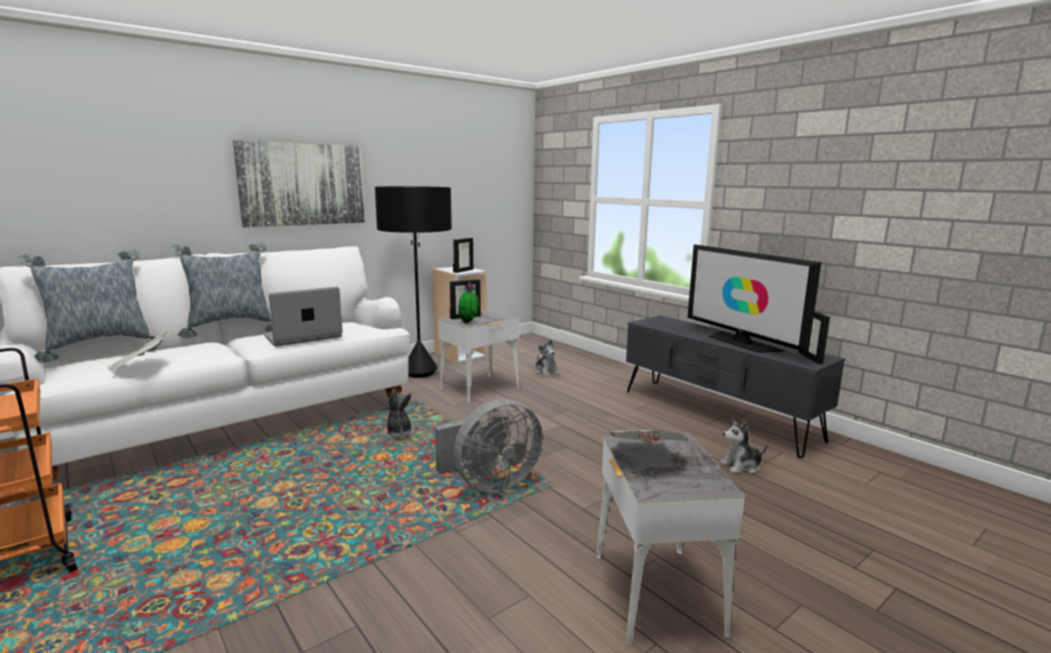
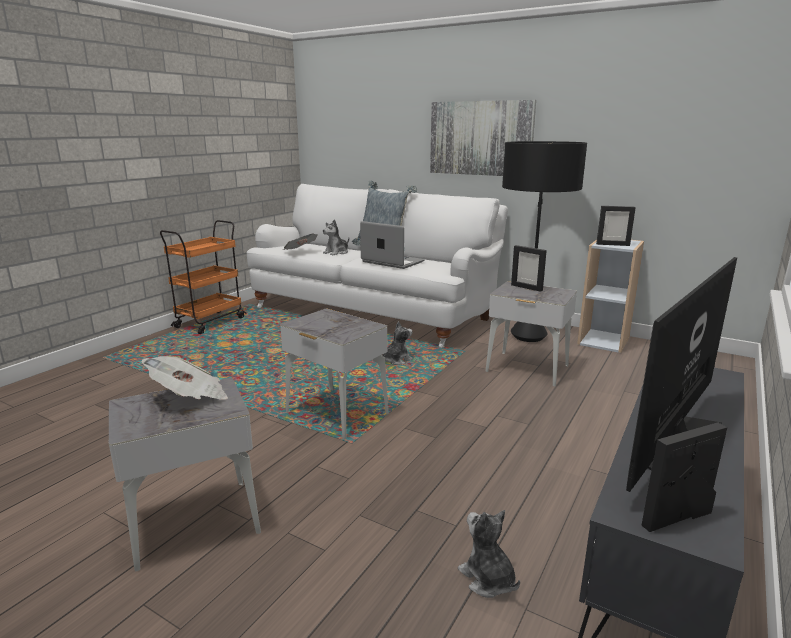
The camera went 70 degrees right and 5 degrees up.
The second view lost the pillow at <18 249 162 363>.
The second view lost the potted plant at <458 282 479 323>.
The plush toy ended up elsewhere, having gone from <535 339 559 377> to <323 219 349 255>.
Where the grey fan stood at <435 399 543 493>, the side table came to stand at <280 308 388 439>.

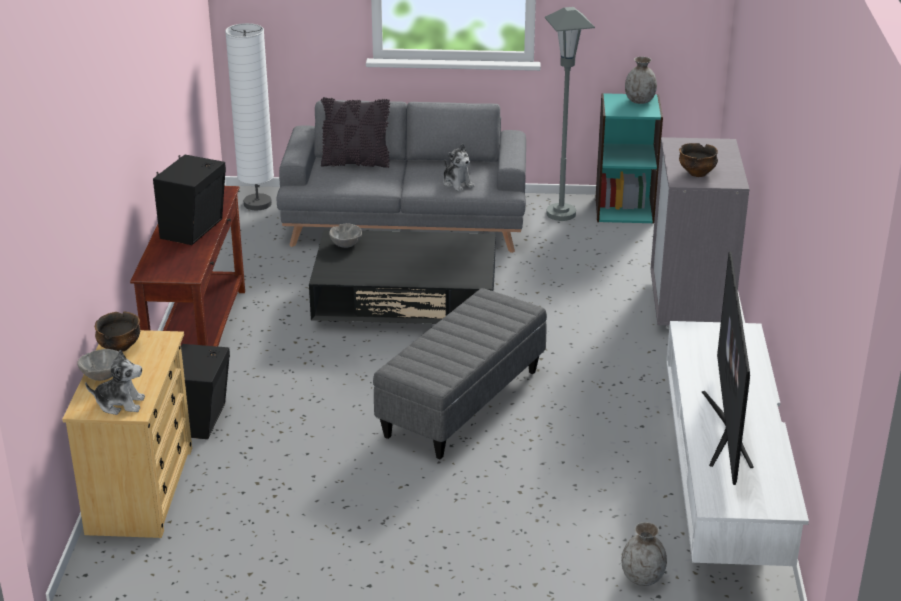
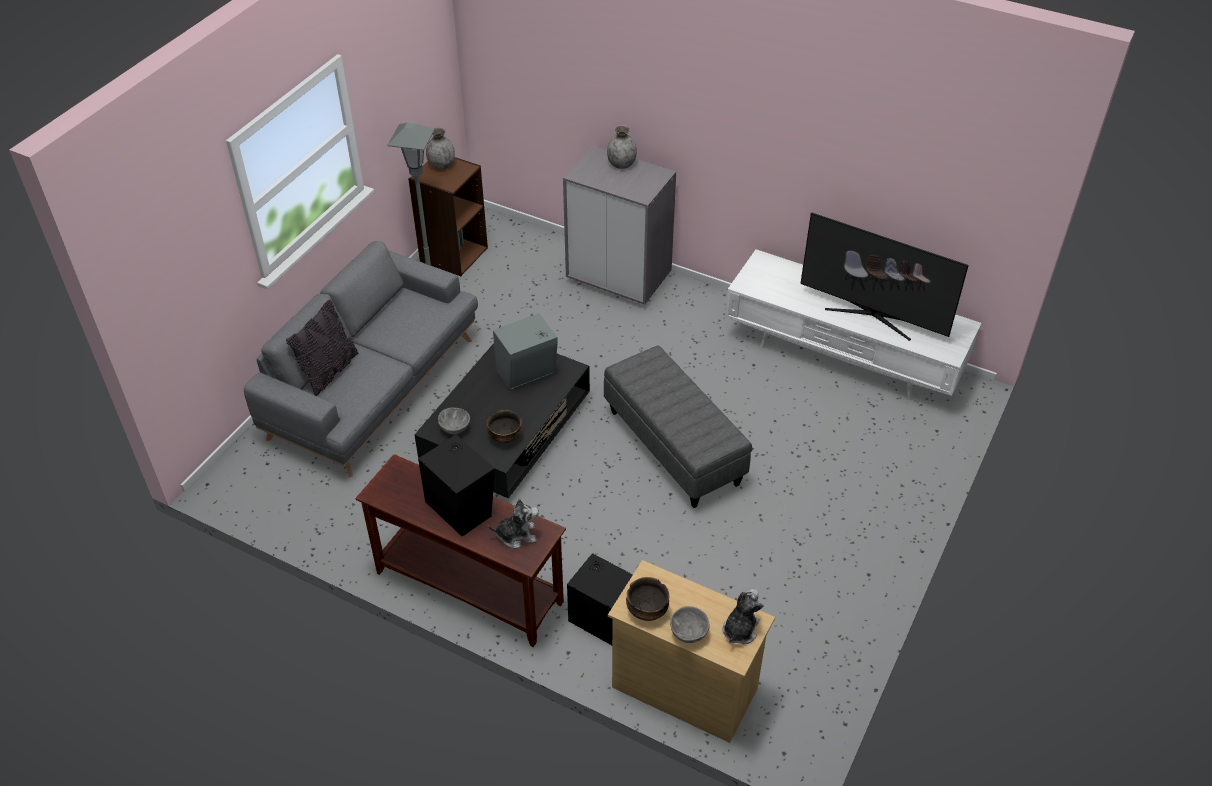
The camera went 65 degrees left and 15 degrees up.
The second view lost the white floor lamp at <225 23 274 210>.
What was the turquoise bookcase at <596 93 663 224> turned into the brown bookcase at <408 157 488 276>.
The plush toy ended up elsewhere, having gone from <443 143 475 192> to <488 499 539 548>.
The bowl ended up elsewhere, having gone from <679 143 718 177> to <487 410 523 443>.
The grey vase ended up elsewhere, having gone from <621 522 667 586> to <607 125 637 169>.
The second view gained the grey speaker at <493 313 558 390>.

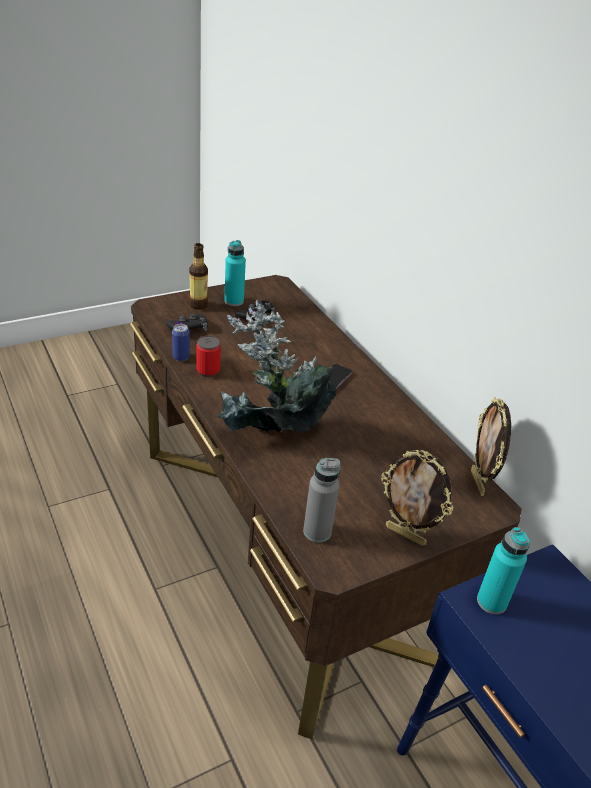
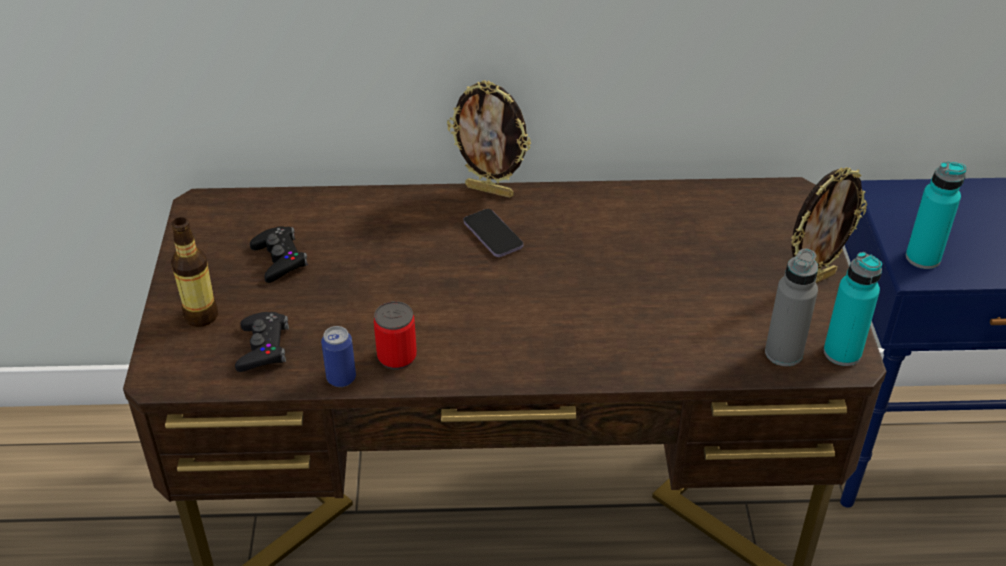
The camera went 60 degrees left and 5 degrees up.
The turquoise bottle ended up elsewhere, having gone from <224 240 246 306> to <824 252 882 366>.
The second view lost the potted plant at <213 300 337 433>.
The picture frame ended up elsewhere, having gone from <471 397 511 496> to <447 80 531 198>.

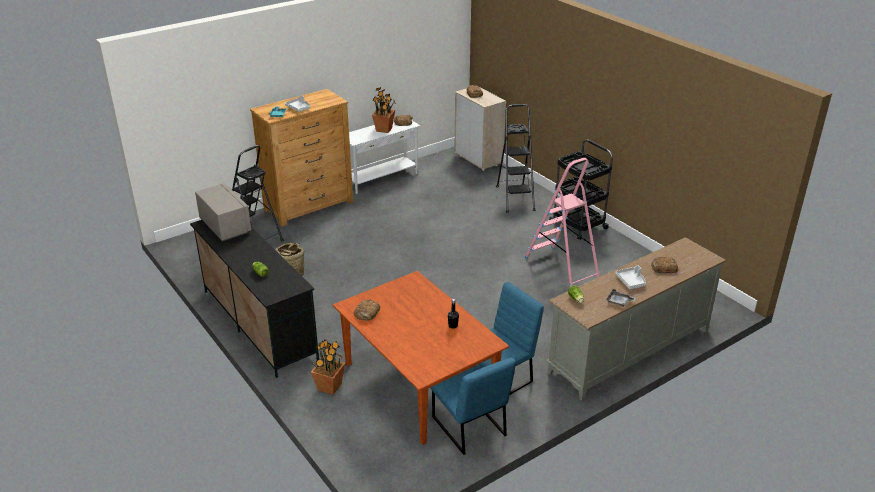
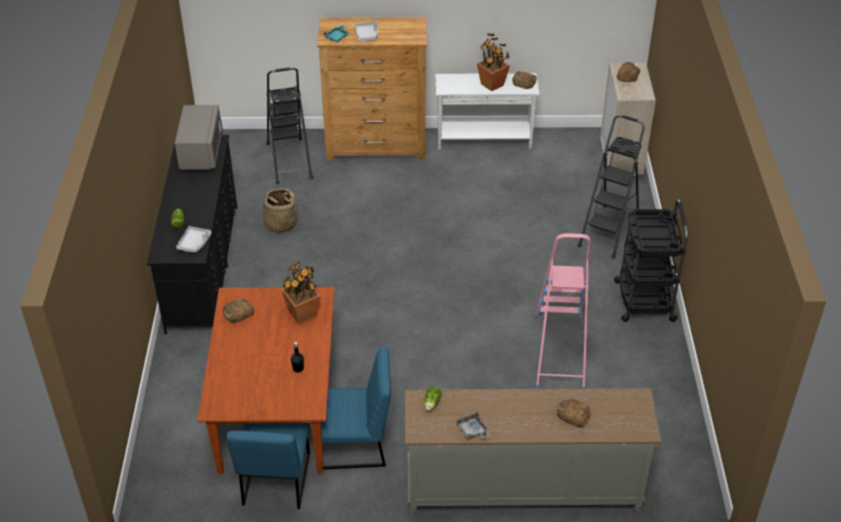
The camera went 35 degrees right and 10 degrees up.
The grey tray ended up elsewhere, having gone from <615 266 646 289> to <176 226 212 253>.
The potted plant ended up elsewhere, having gone from <311 340 345 395> to <281 262 321 324>.

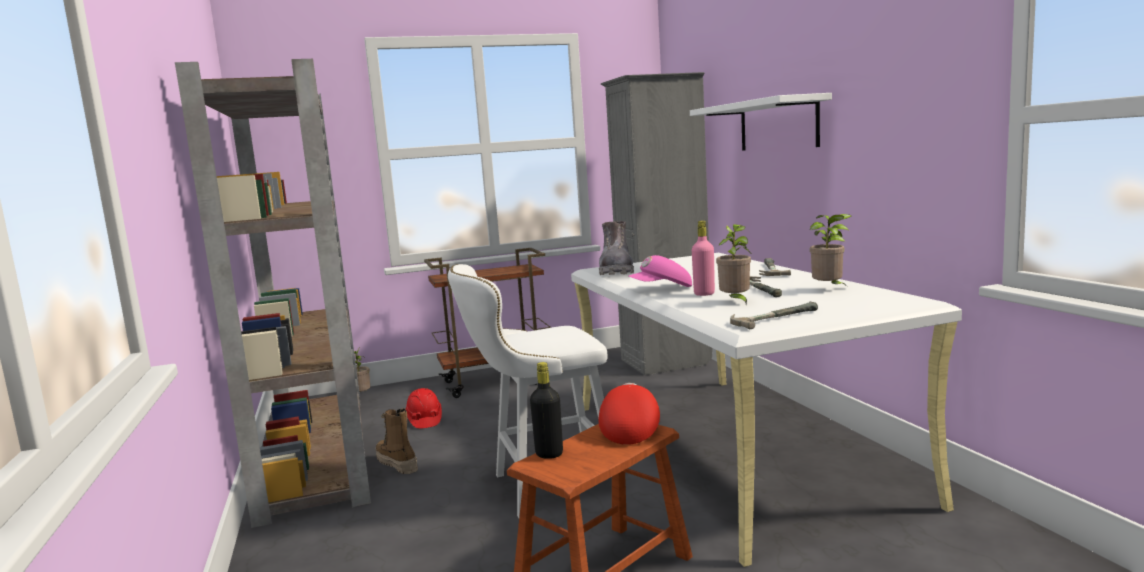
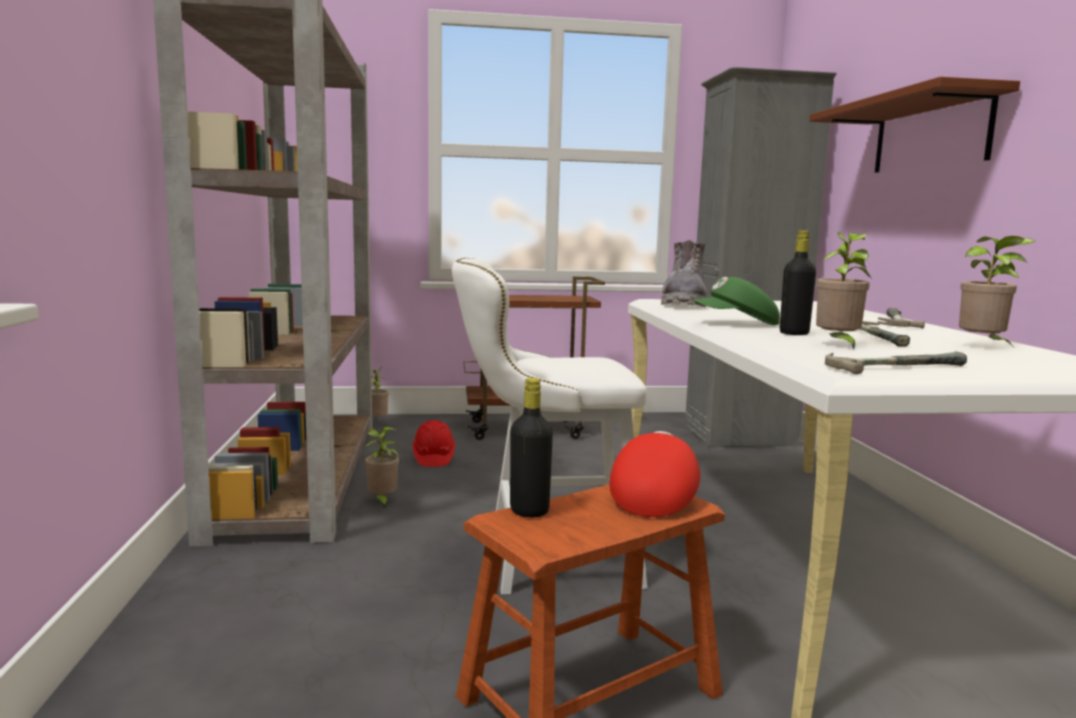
The camera went 10 degrees right and 0 degrees up.
What was the white shelf at <690 93 832 151> turned into the brown shelf at <809 77 1020 173>.
What was the pink bottle at <692 221 715 296> turned into the black bottle at <780 230 816 335>.
What was the pink cap at <629 255 692 287> turned into the green cap at <692 277 780 325>.
Where the boot stood at <375 408 418 474>, the potted plant came to stand at <363 427 399 509>.

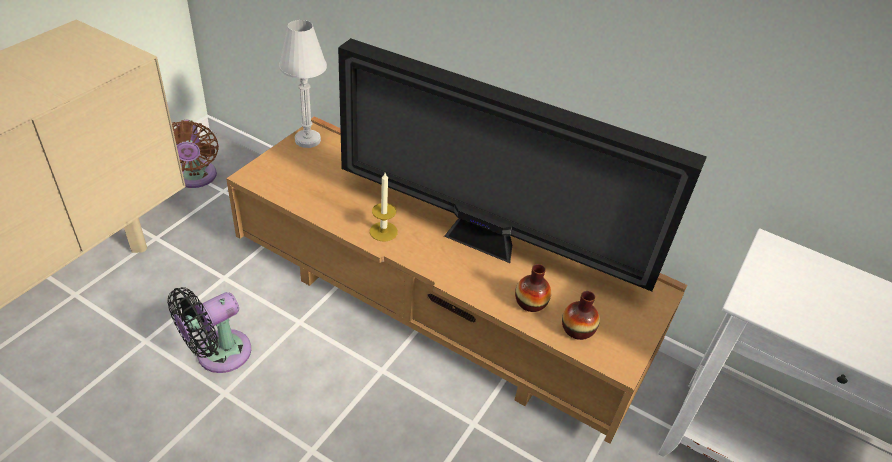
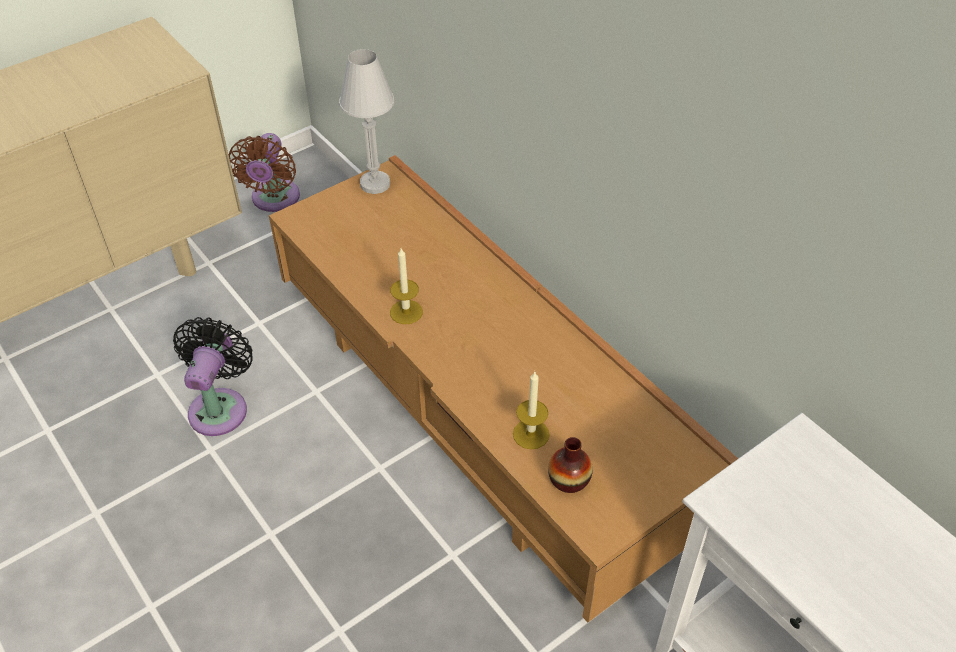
The camera went 25 degrees right and 5 degrees up.
The second view lost the television at <338 38 707 292>.
Where the vase stood at <515 264 551 312>, the candle came to stand at <513 372 550 450>.
The black fan at <167 287 251 373> ended up facing another way, 120 degrees clockwise from before.

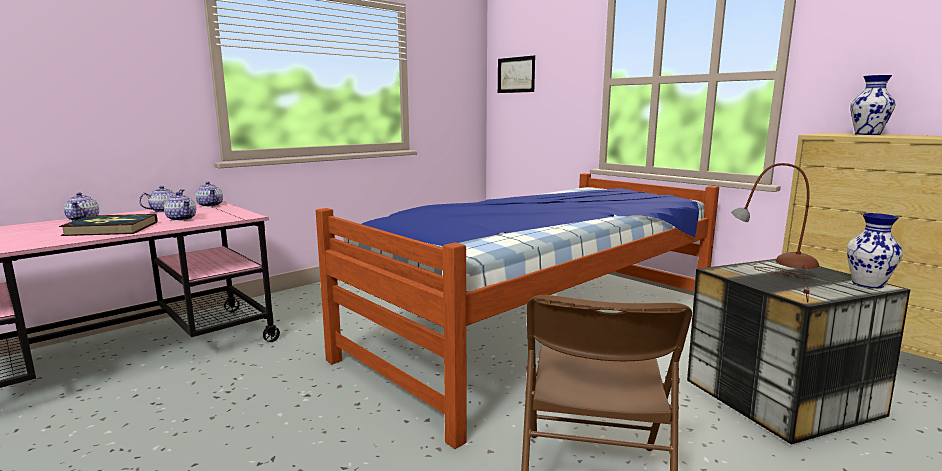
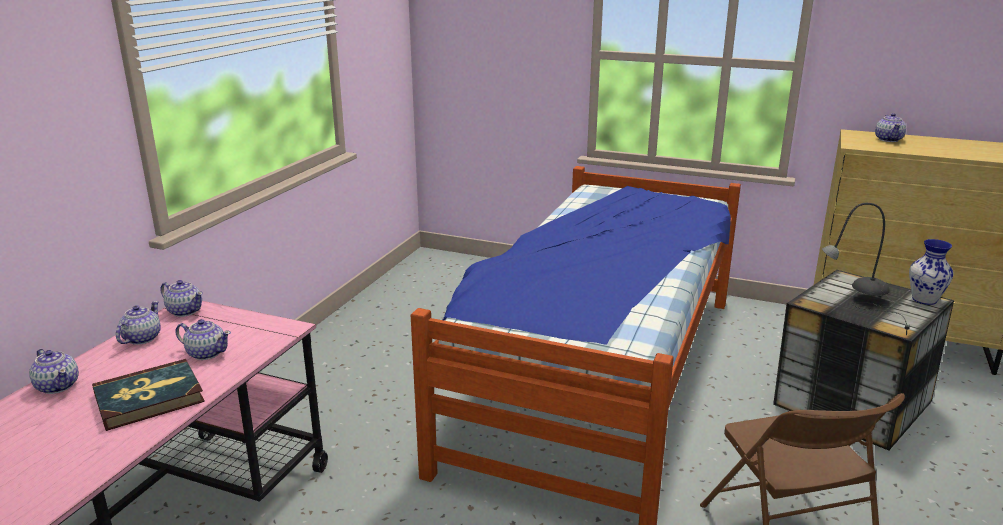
The camera went 25 degrees left and 10 degrees up.
The second view lost the picture at <498 55 535 93>.
Where the vase stood at <850 75 896 135>, the teapot came to stand at <875 113 906 142>.
What was the brown table lamp at <731 163 819 302> turned into the grey table lamp at <822 203 910 336>.

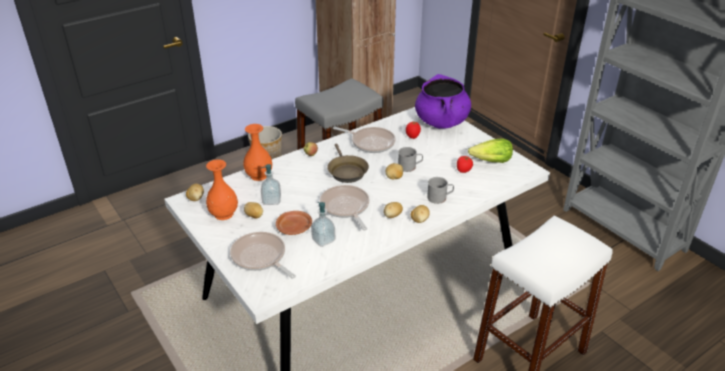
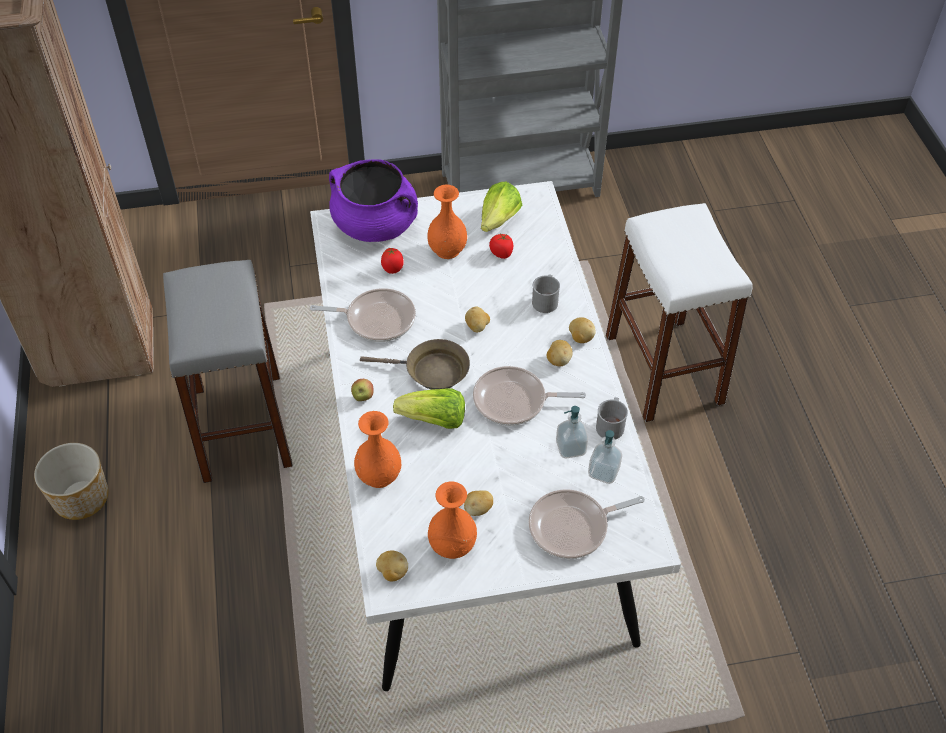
The camera went 65 degrees left and 15 degrees up.
The frying pan at <333 127 396 153> ended up facing another way, 45 degrees clockwise from before.
The grey mug ended up elsewhere, having gone from <398 147 423 172> to <596 397 628 439>.
The soap dispenser ended up elsewhere, having gone from <261 164 281 205> to <588 430 622 484>.
The second view lost the brown plate at <276 211 312 235>.
The second view gained the orange vase at <427 185 467 259>.
The second view gained the lettuce at <393 389 465 429>.

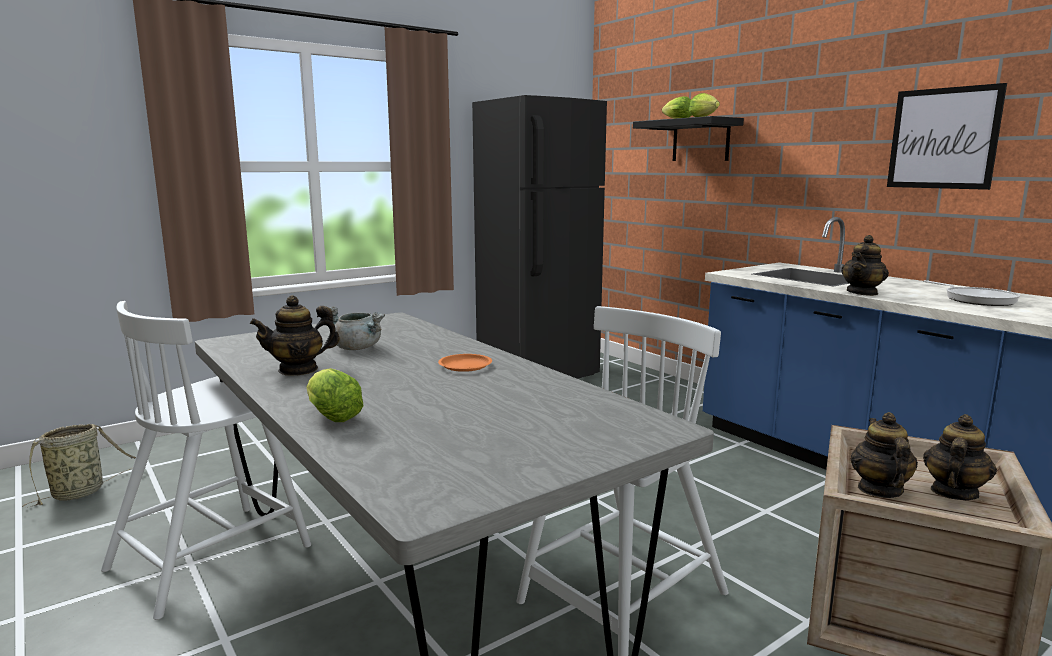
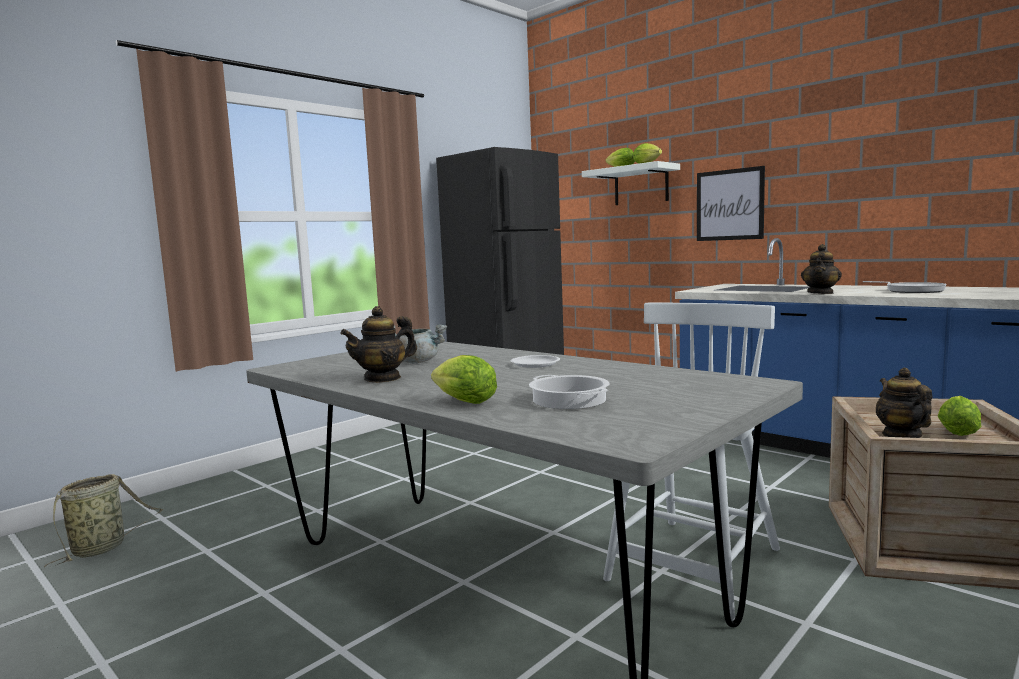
The camera went 10 degrees left and 5 degrees down.
The picture ended up elsewhere, having gone from <887 83 1007 190> to <697 166 765 241>.
What was the black shelf at <633 116 744 161> turned into the white shelf at <582 161 680 205>.
The second view lost the white chair at <101 301 311 620>.
What was the orange plate at <438 354 492 372> turned into the white plate at <511 355 560 368>.
Where the teapot stood at <923 414 997 500>, the lettuce came to stand at <938 396 981 436>.
The second view gained the cooking pot at <529 375 609 409>.

